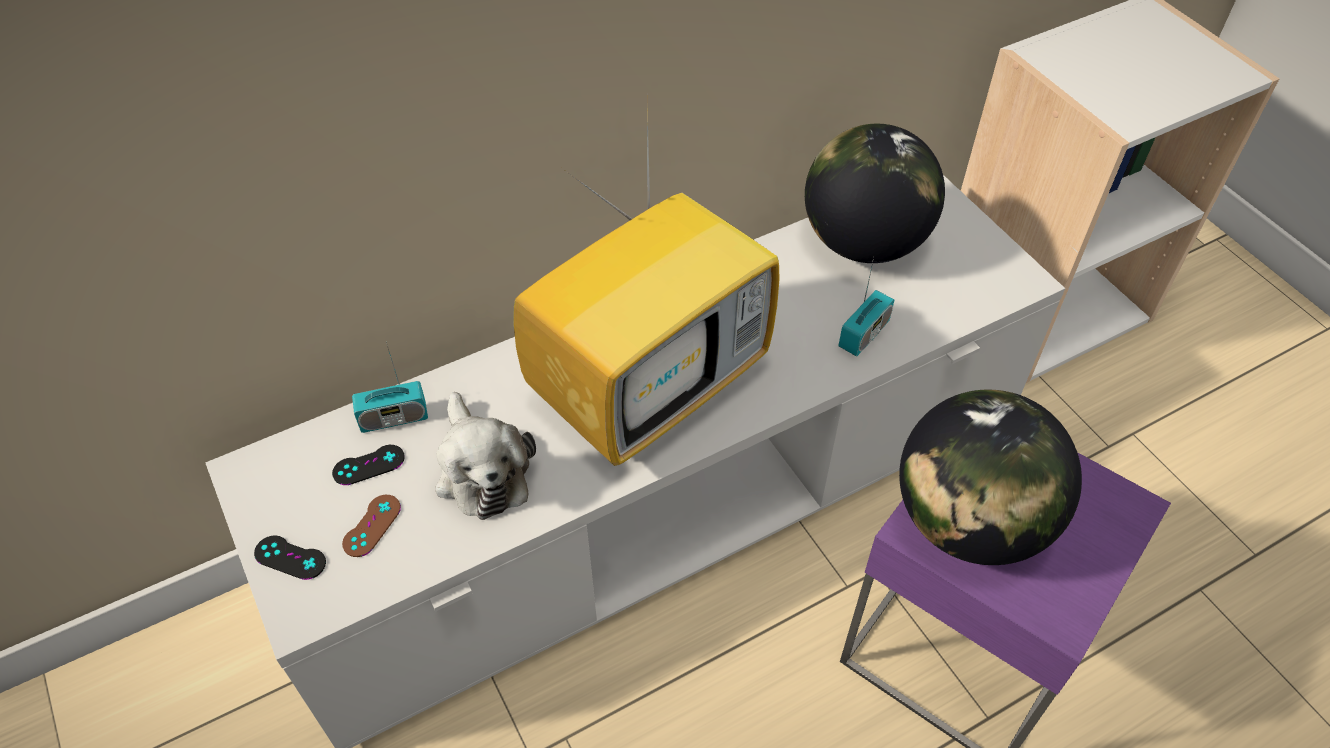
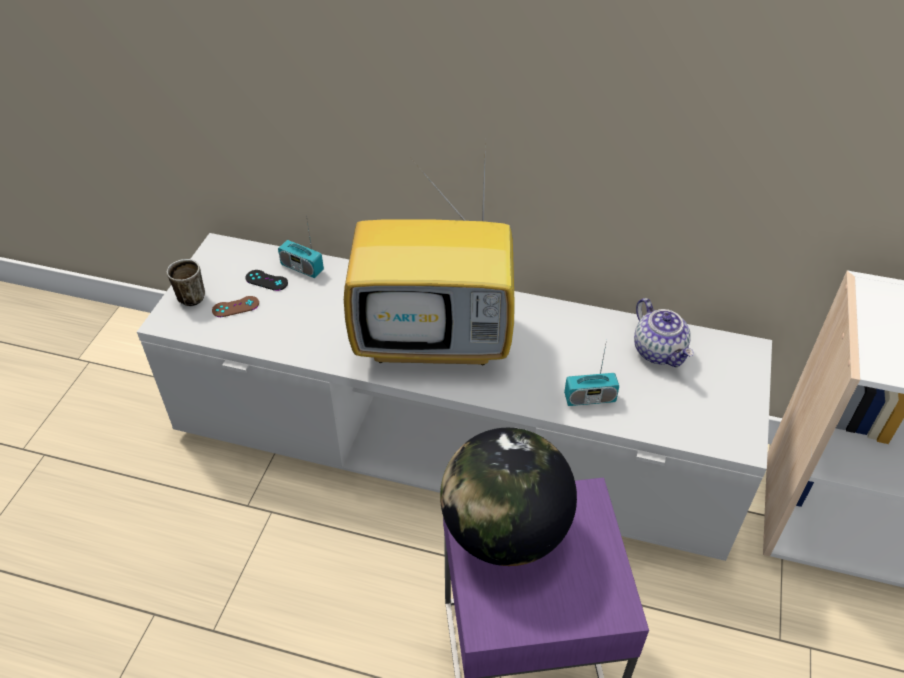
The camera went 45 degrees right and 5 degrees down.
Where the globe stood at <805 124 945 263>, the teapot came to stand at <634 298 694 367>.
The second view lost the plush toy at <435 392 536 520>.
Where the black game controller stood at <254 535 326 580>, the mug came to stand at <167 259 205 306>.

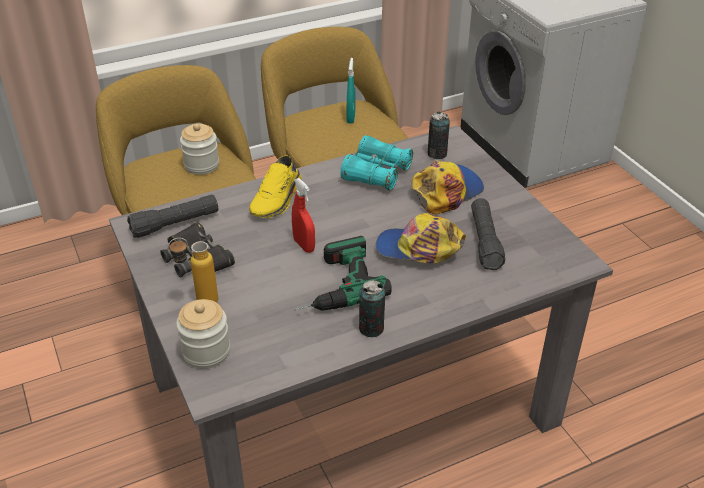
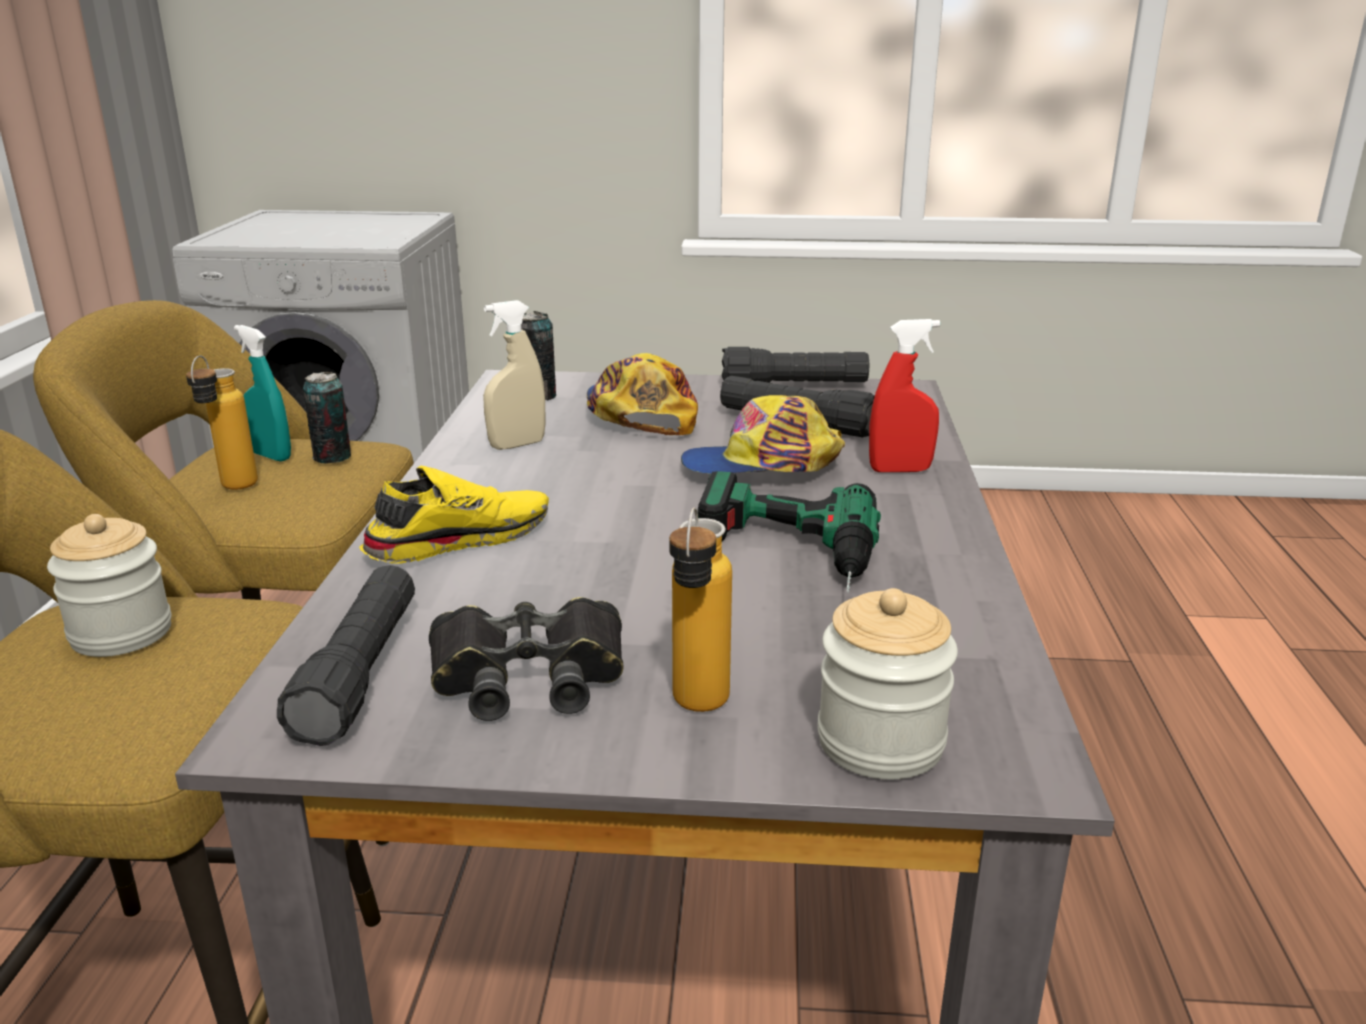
The camera went 60 degrees left and 15 degrees down.
Where the turquoise binoculars stood at <340 135 413 191>, the beige spray bottle came to stand at <483 300 546 450>.
The yellow shoe at <249 156 302 218> ended up facing another way, 90 degrees counterclockwise from before.
The red spray bottle ended up elsewhere, having gone from <292 178 315 253> to <869 319 940 472>.
The cap at <376 213 466 263> ended up facing another way, 45 degrees clockwise from before.
The can ended up elsewhere, having gone from <359 280 385 337> to <303 372 351 464>.
The second view gained the black flashlight at <722 347 869 384>.
The second view gained the bottle at <186 355 258 490>.

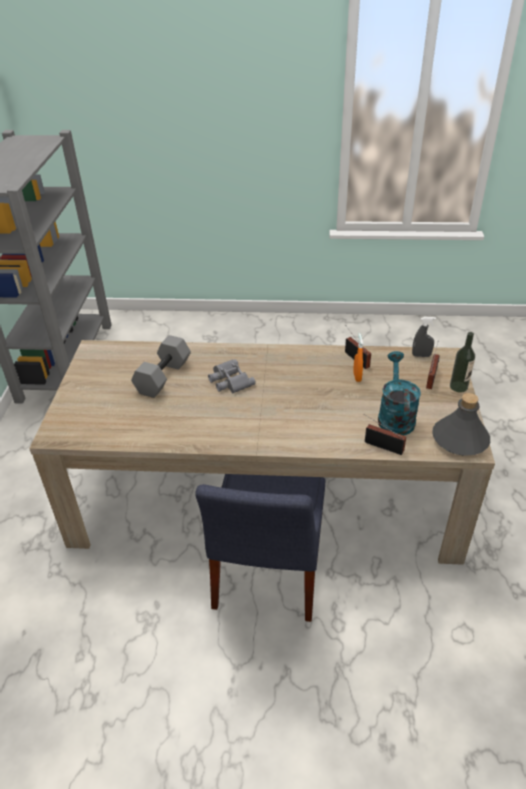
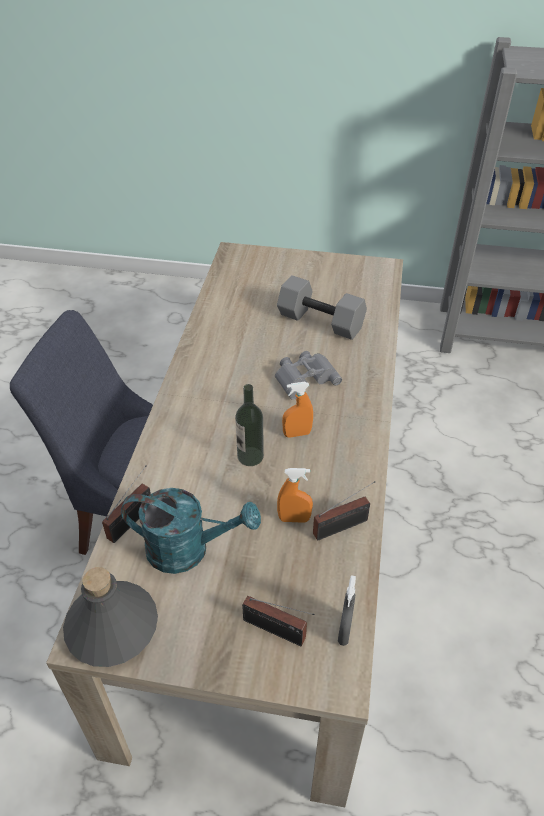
The camera went 95 degrees right and 5 degrees up.
The bottle ended up elsewhere, having gone from <450 332 475 392> to <235 384 264 466>.
The second view gained the orange spray bottle at <282 382 313 438>.

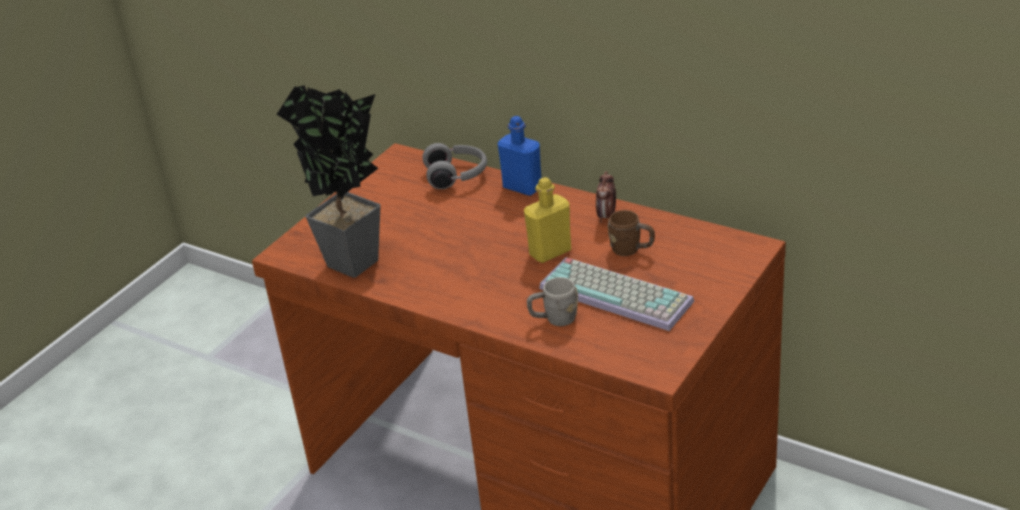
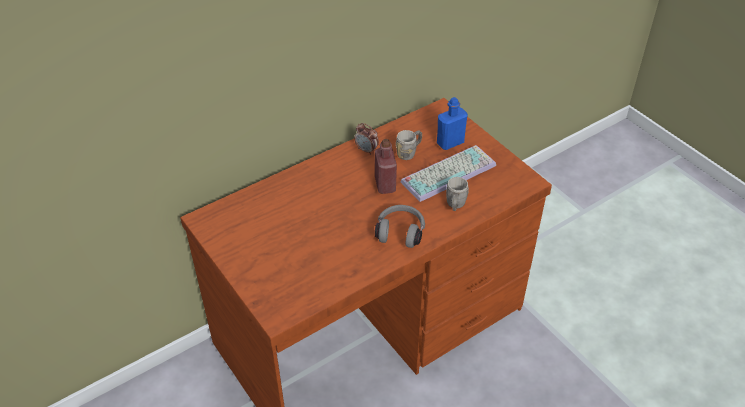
The camera went 70 degrees left and 10 degrees up.
The second view lost the potted plant at <276 85 380 278>.
The blue bottle ended up elsewhere, having gone from <498 116 541 196> to <437 97 468 150>.
The grey headphones ended up elsewhere, having gone from <422 143 487 189> to <375 205 425 248>.
What was the yellow bottle at <524 177 571 263> turned into the red bottle at <375 139 397 194>.
What was the brown mug at <608 210 655 256> turned into the grey mug at <396 130 422 160>.

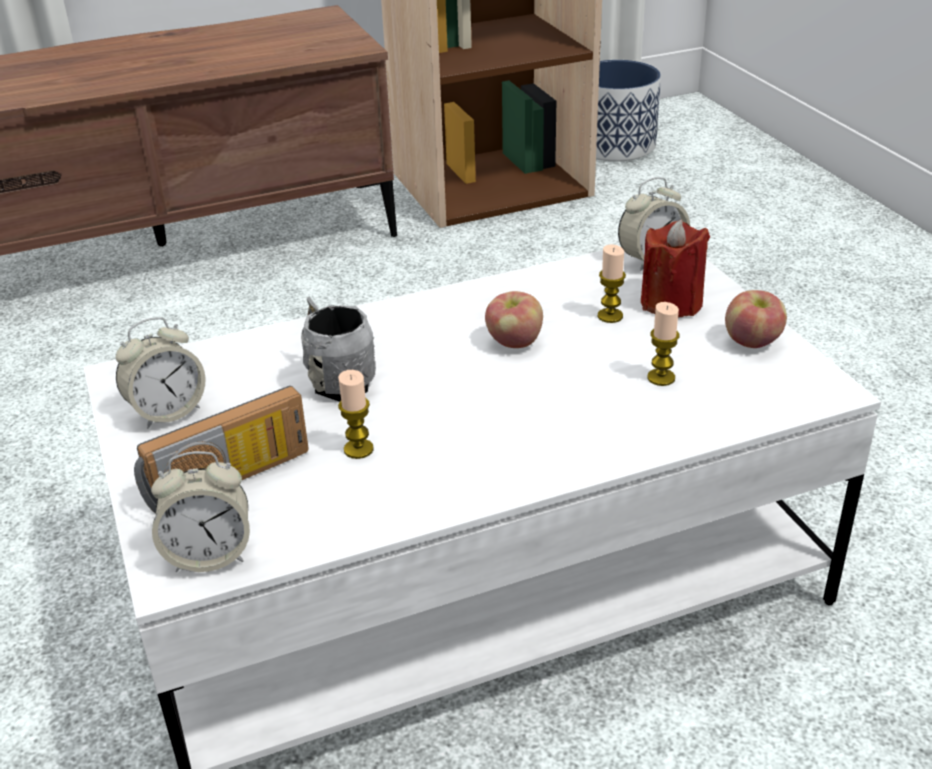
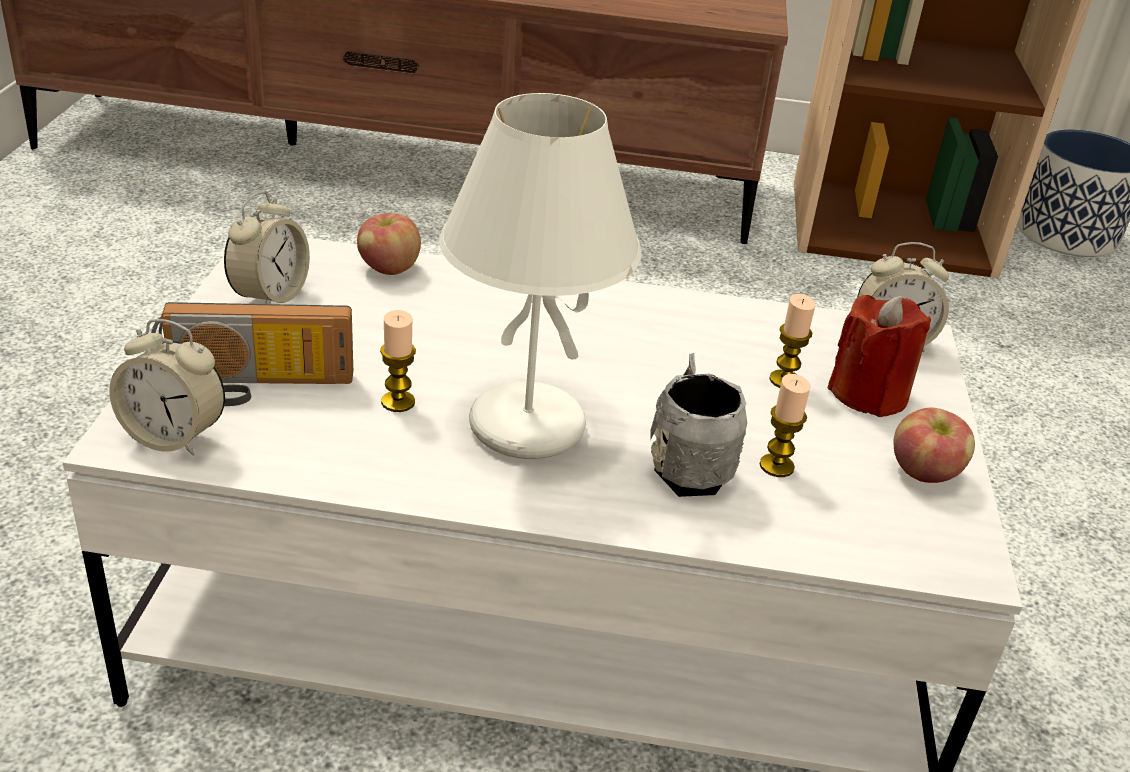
The camera went 25 degrees right and 0 degrees up.
The apple ended up elsewhere, having gone from <485 291 543 348> to <357 213 421 275>.
The grey mug ended up elsewhere, having gone from <301 296 376 402> to <650 353 747 497>.
The alarm clock at <116 317 206 429> ended up facing another way, 60 degrees counterclockwise from before.
The second view gained the white table lamp at <439 93 642 459>.

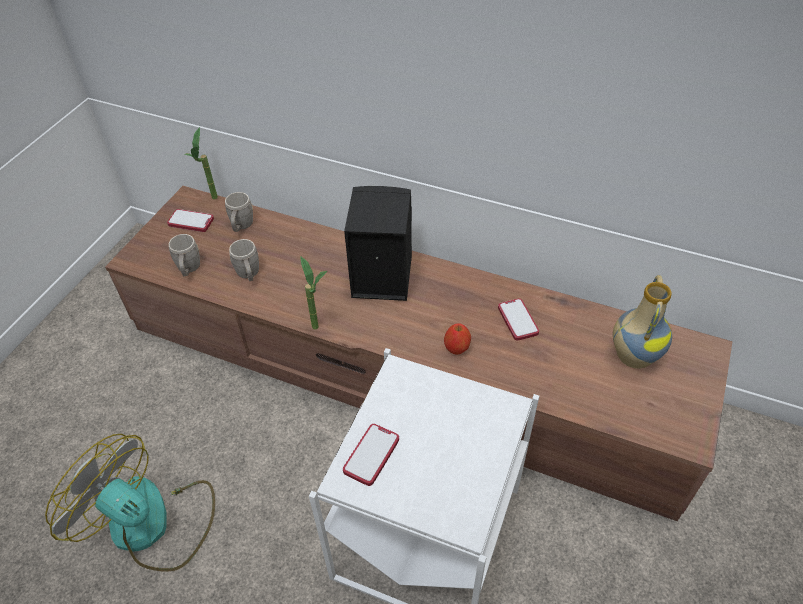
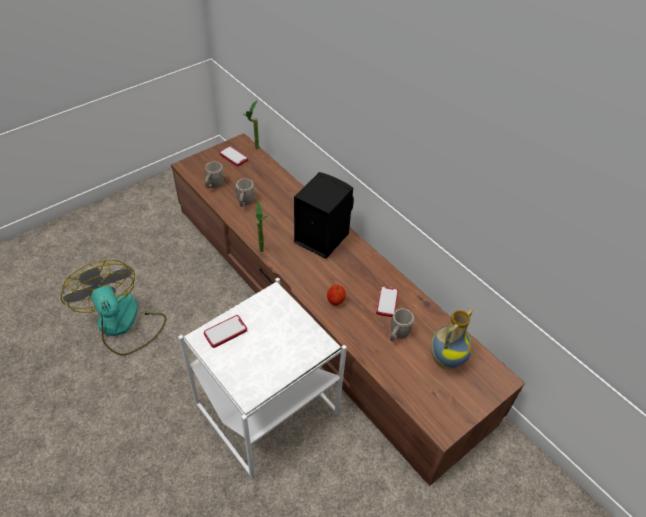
The camera went 25 degrees right and 0 degrees up.
The grey mug ended up elsewhere, having gone from <225 192 253 232> to <390 309 414 342>.

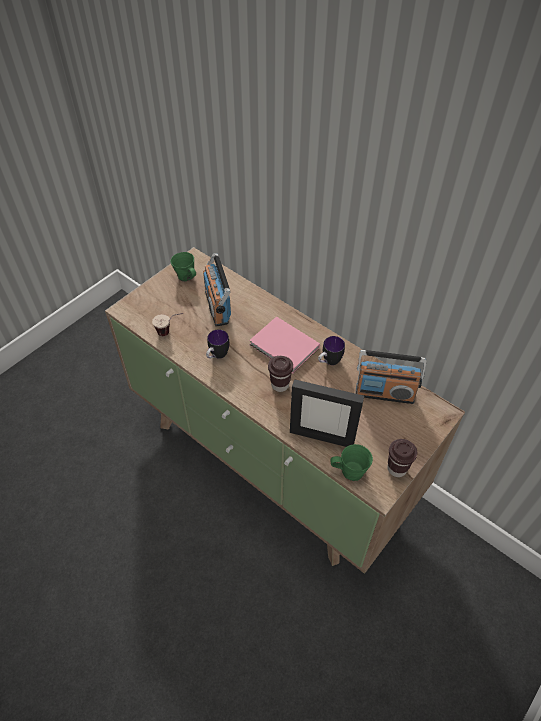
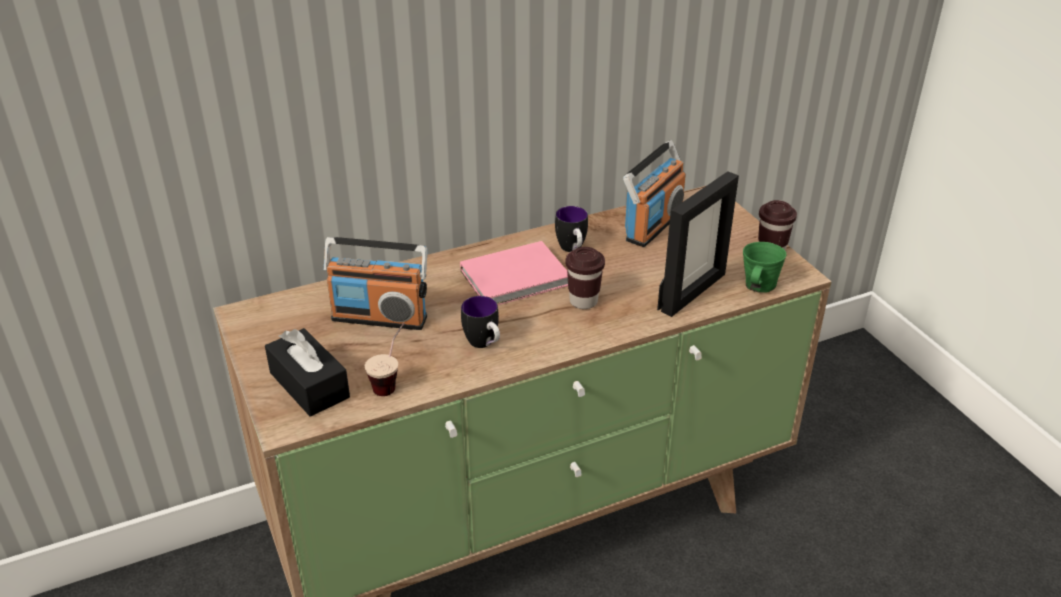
The camera went 65 degrees left and 15 degrees down.
The second view lost the green mug at <170 252 196 282>.
The second view gained the black tissue box at <265 328 350 417>.

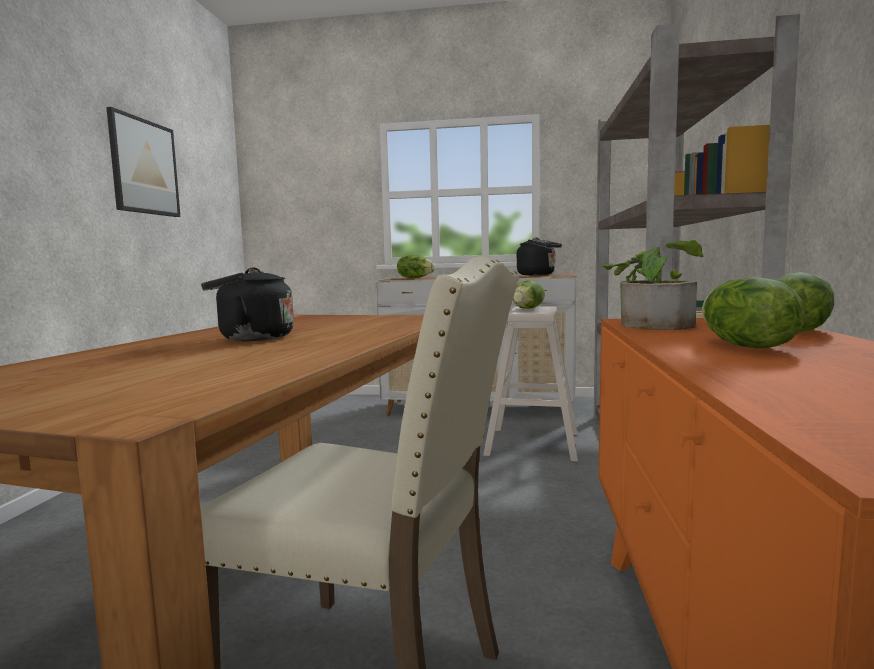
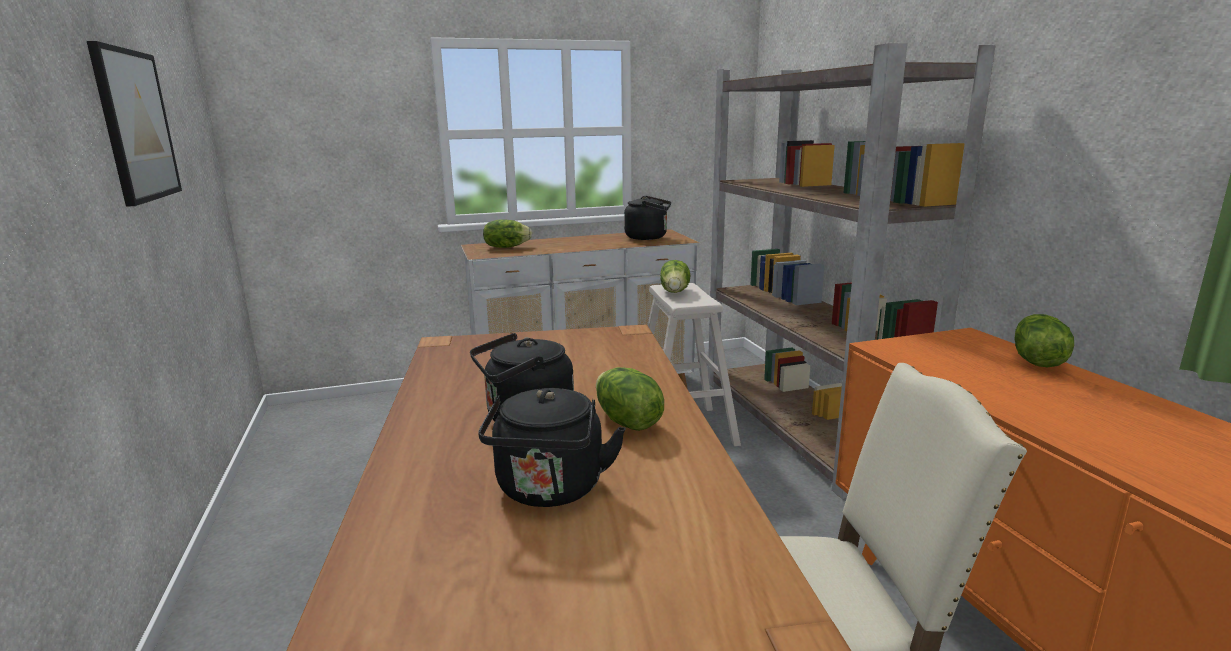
The camera went 25 degrees left and 10 degrees up.
The second view lost the potted plant at <602 240 704 330>.
The lettuce ended up elsewhere, having gone from <702 277 805 349> to <596 367 664 431>.
The second view gained the black kettle at <478 388 626 507>.

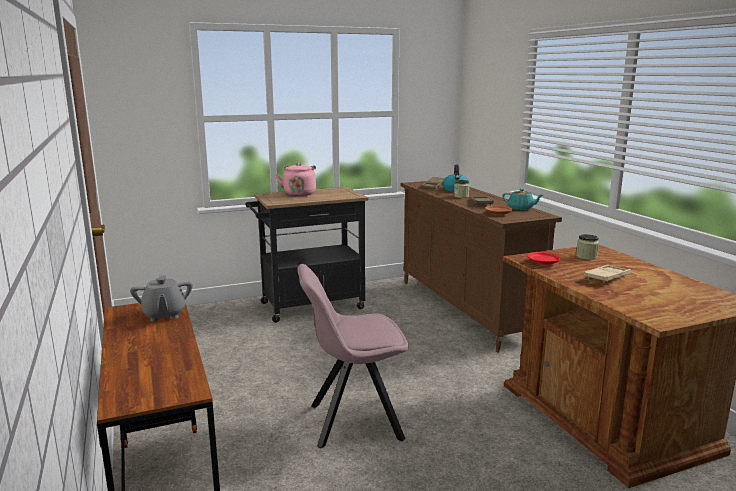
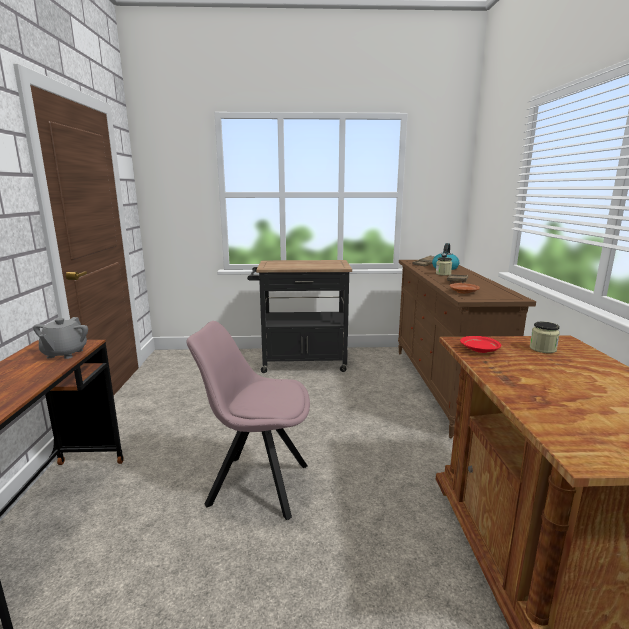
The camera went 20 degrees right and 0 degrees up.
The second view lost the pink kettle at <276 163 316 196>.
The second view lost the turquoise teapot at <502 189 543 210>.
The second view lost the beige tray at <584 265 631 283>.

